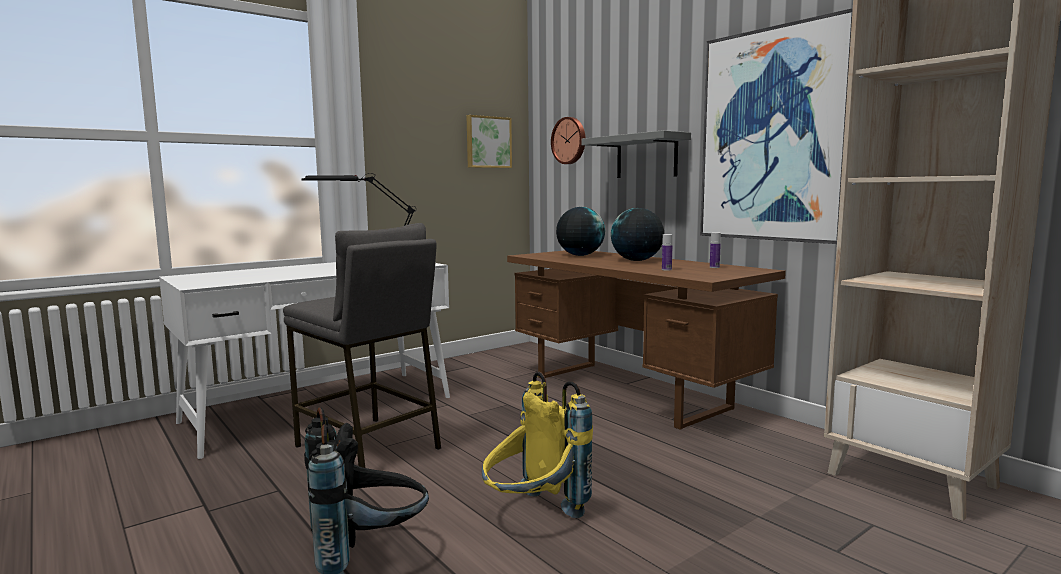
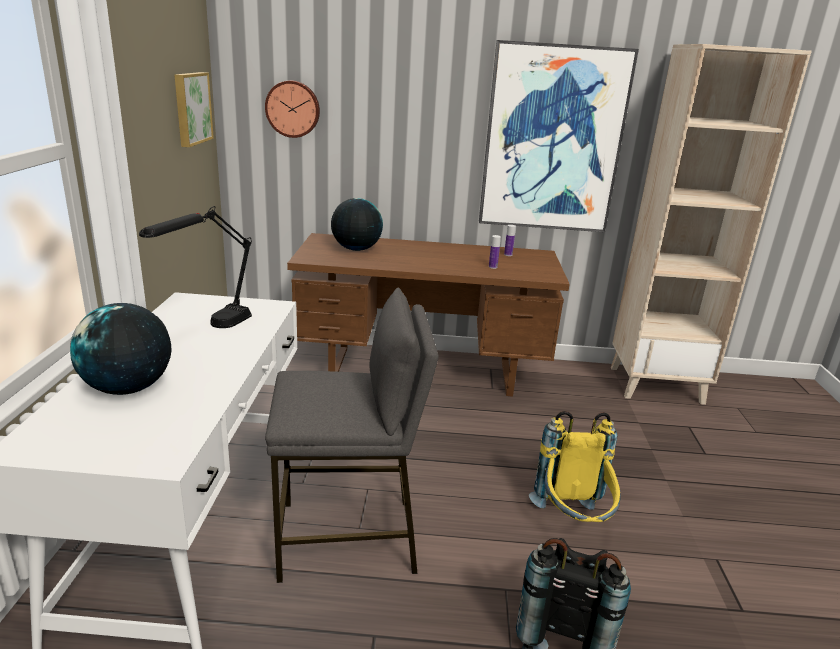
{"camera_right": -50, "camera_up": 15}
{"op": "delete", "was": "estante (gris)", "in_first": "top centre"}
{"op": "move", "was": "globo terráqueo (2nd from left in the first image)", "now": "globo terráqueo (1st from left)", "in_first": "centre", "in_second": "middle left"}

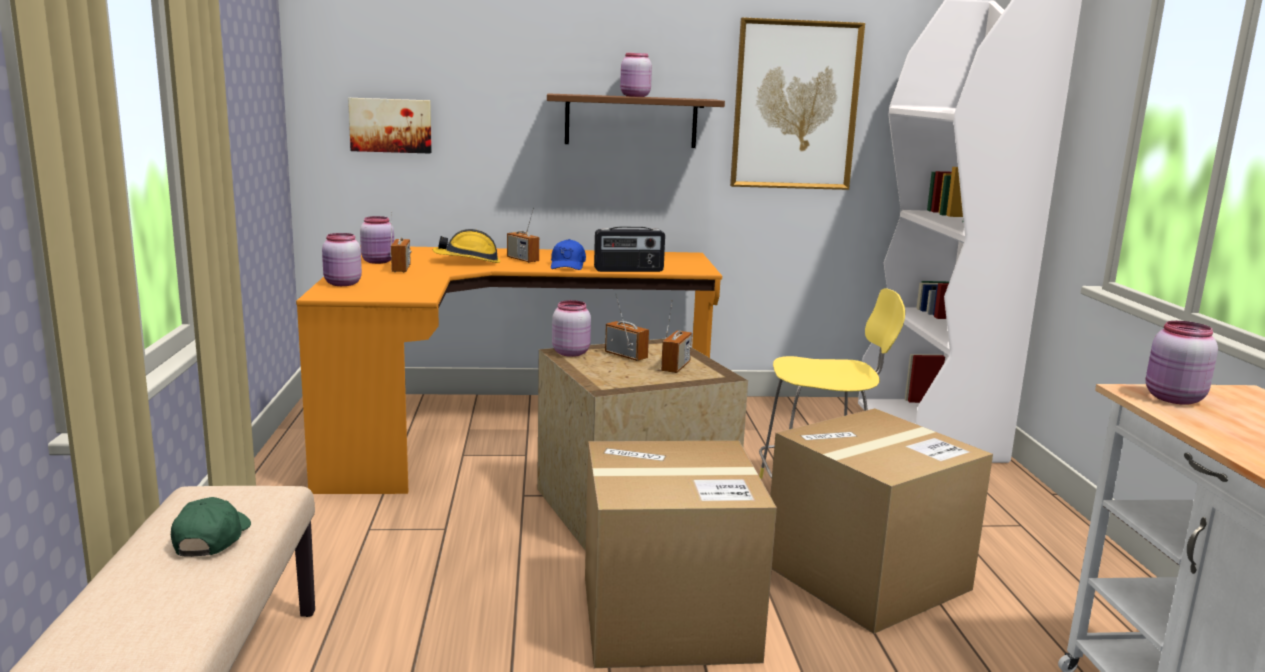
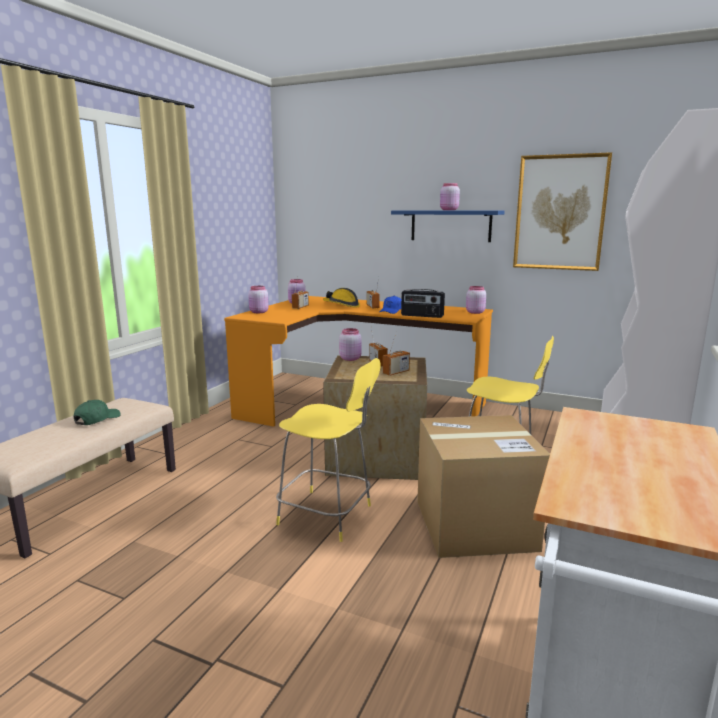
{"camera_right": 30, "camera_up": 0}
{"op": "delete", "was": "cuadro (1st from left)", "in_first": "top left"}
{"op": "recolor", "was": "estante (marrón)", "now": "estante (azul)", "in_first": "top centre", "in_second": "top centre"}
{"op": "replace", "was": "caja de cartón (1st from left)", "now": "taburete (amarillo) (1st from left)", "in_first": "bottom centre", "in_second": "centre"}
{"op": "move", "was": "tarro (rosa) (5th from left)", "in_first": "middle right", "in_second": "centre"}

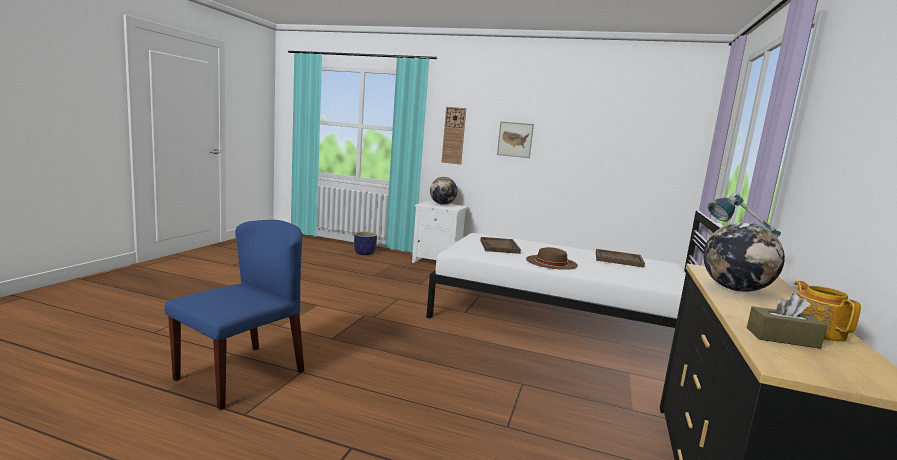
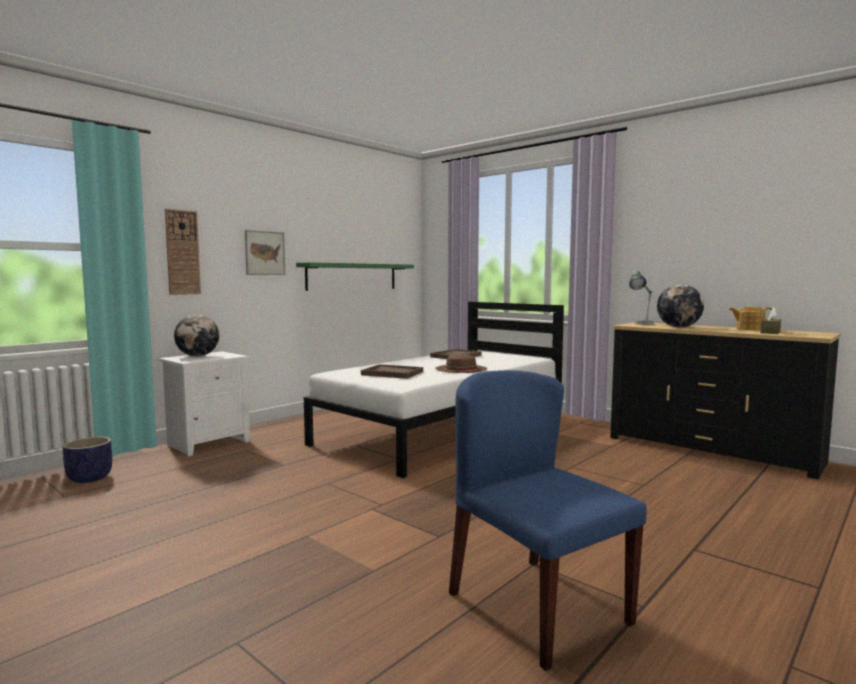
{"camera_right": -65, "camera_up": -5}
{"op": "insert", "now": "estante (verde)", "in_second": "centre"}

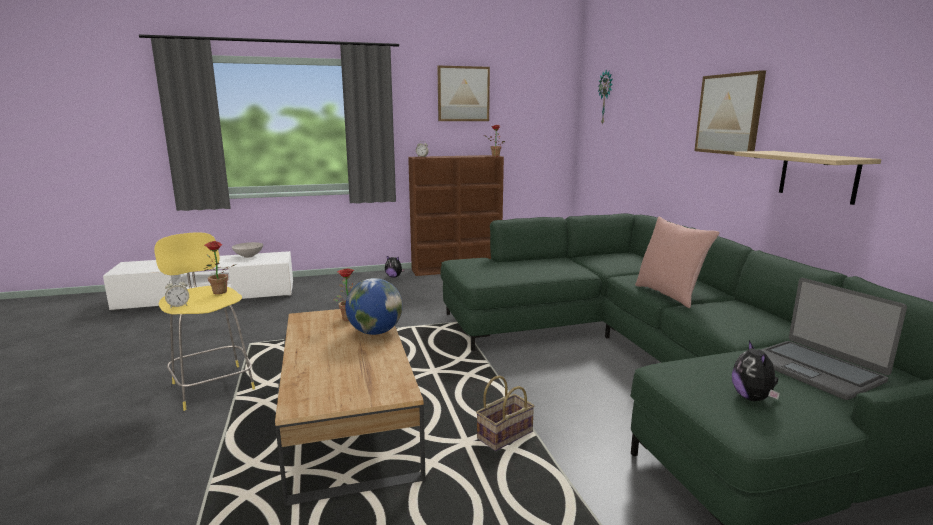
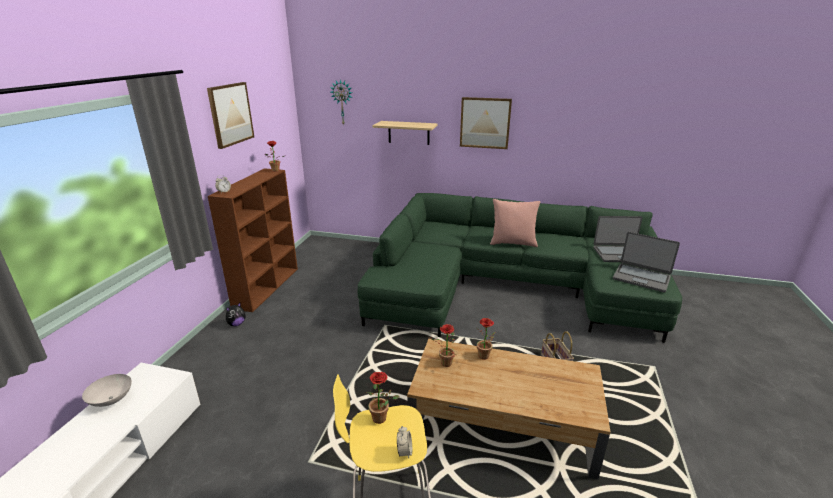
{"camera_right": -60, "camera_up": 10}
{"op": "replace", "was": "globo terráqueo", "now": "planta en maceta (4th from left)", "in_first": "centre", "in_second": "bottom centre"}
{"op": "replace", "was": "peluche (2nd from left)", "now": "portátil (2nd from left)", "in_first": "bottom right", "in_second": "middle right"}
{"op": "move", "was": "estante", "in_first": "middle right", "in_second": "top centre"}

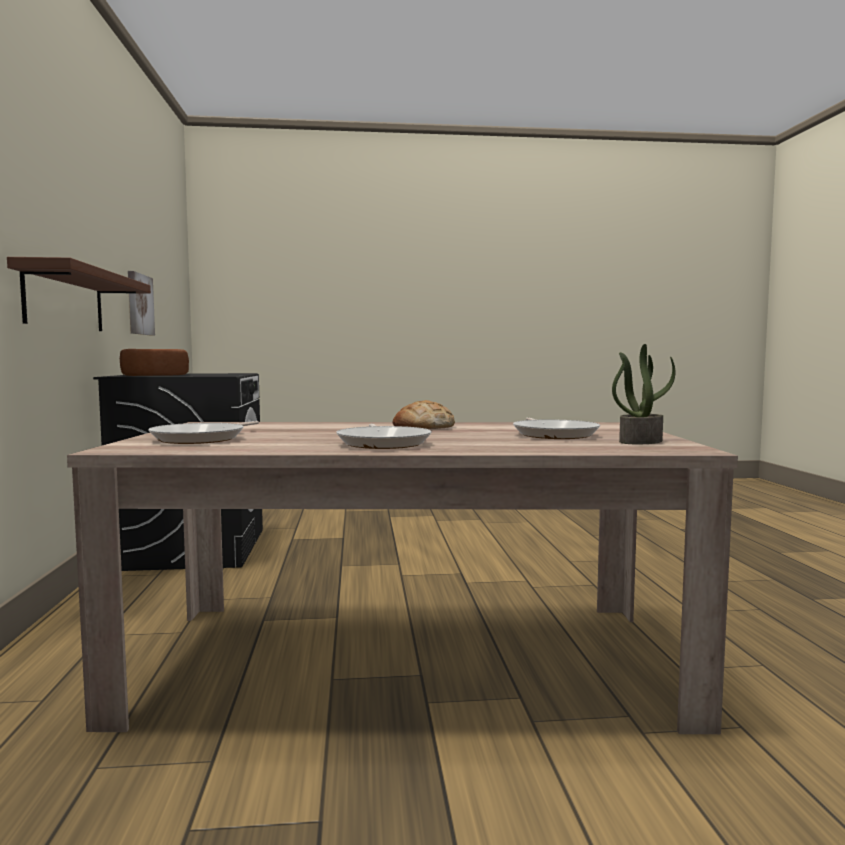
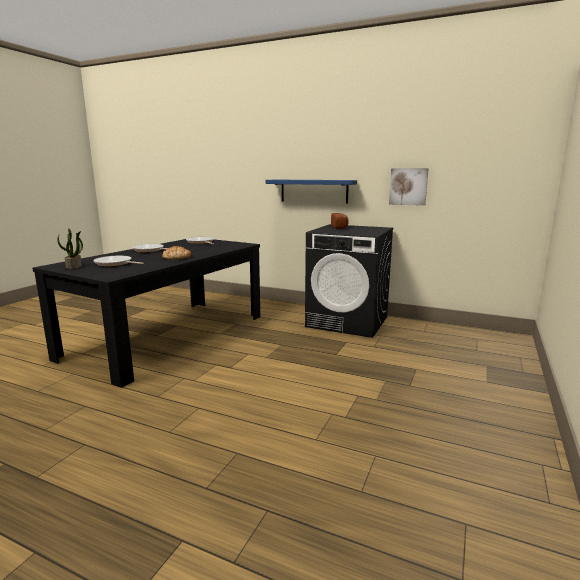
{"camera_right": 120, "camera_up": 10}
{"op": "recolor", "was": "estante (marrón)", "now": "estante (azul)", "in_first": "middle left", "in_second": "top centre"}
{"op": "recolor", "was": "mesa de comedor (beis)", "now": "mesa de comedor (negro)", "in_first": "bottom centre", "in_second": "middle left"}

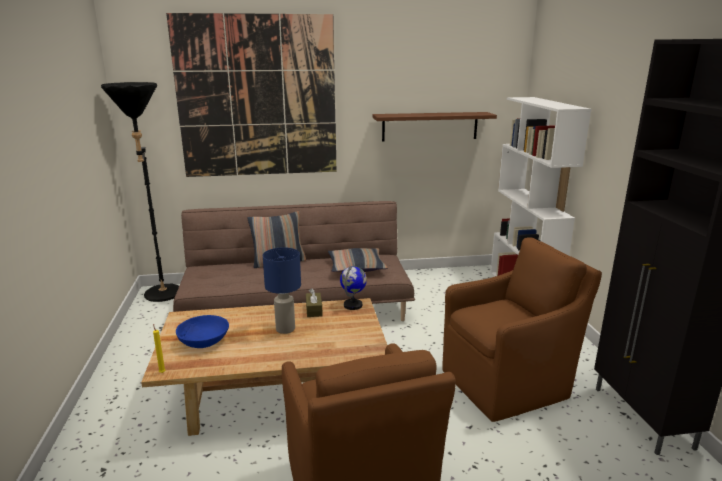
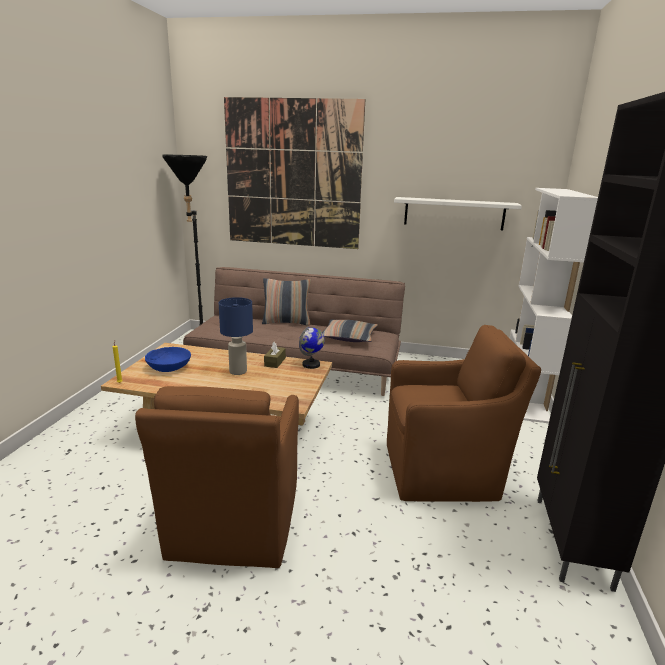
{"camera_right": 20, "camera_up": 0}
{"op": "recolor", "was": "estante (marrón)", "now": "estante (blanco)", "in_first": "top centre", "in_second": "top right"}

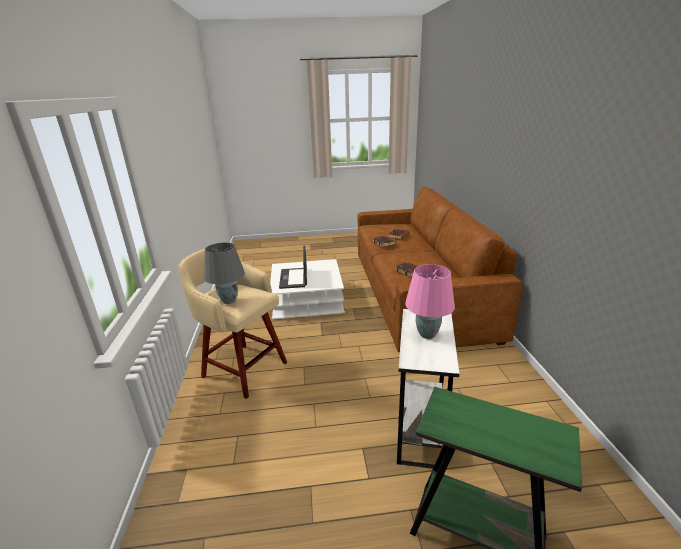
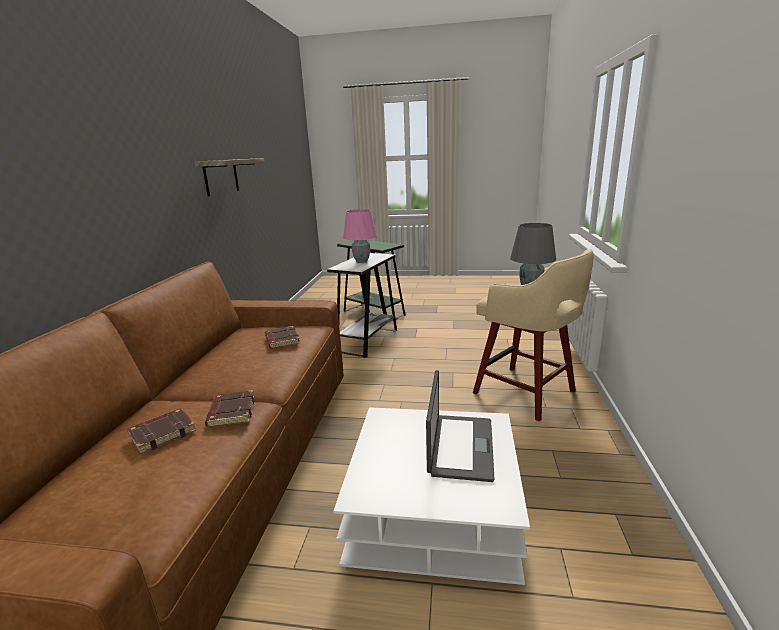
{"camera_right": -165, "camera_up": -5}
{"op": "insert", "now": "estante", "in_second": "top left"}

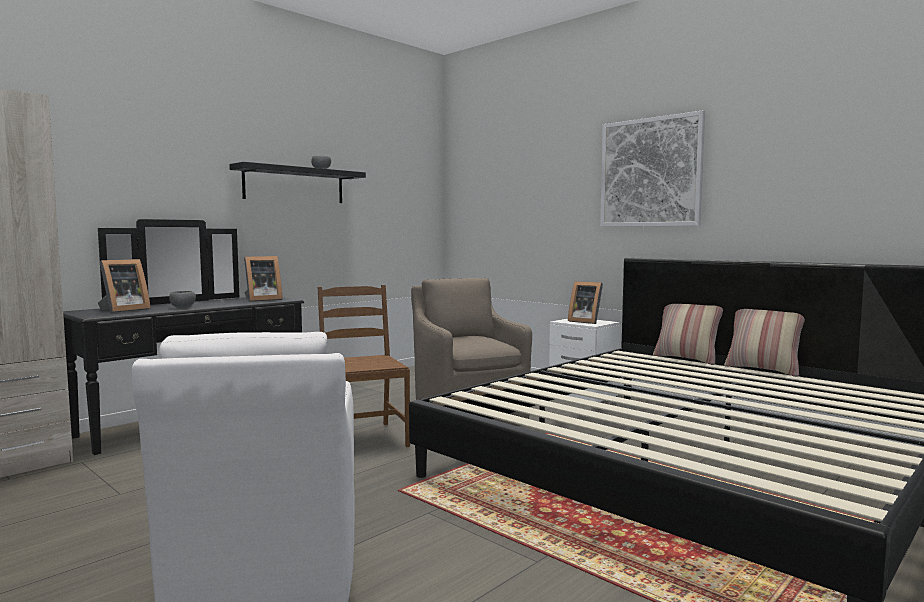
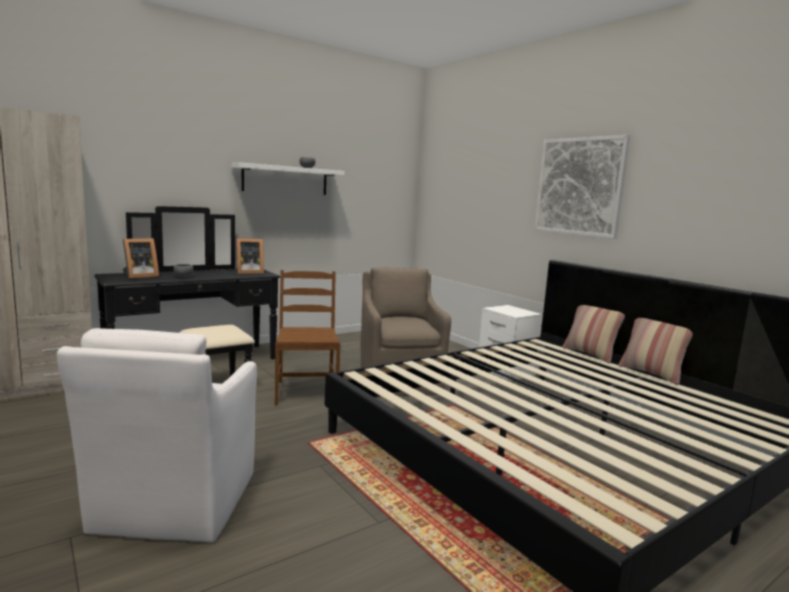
{"camera_right": 10, "camera_up": 5}
{"op": "recolor", "was": "estante (negro)", "now": "estante (blanco)", "in_first": "top left", "in_second": "top centre"}
{"op": "delete", "was": "portarretratos (3rd from left)", "in_first": "centre"}

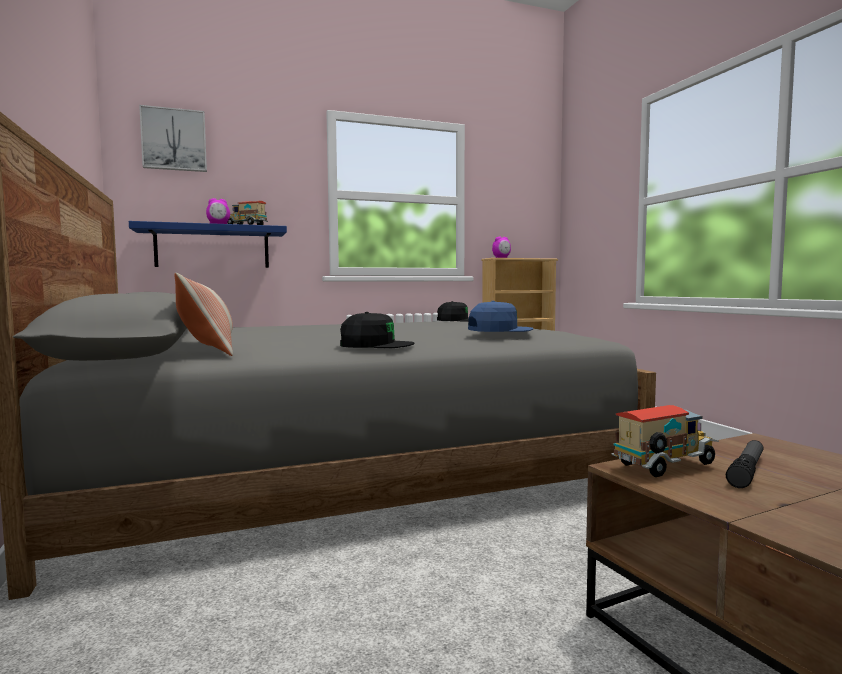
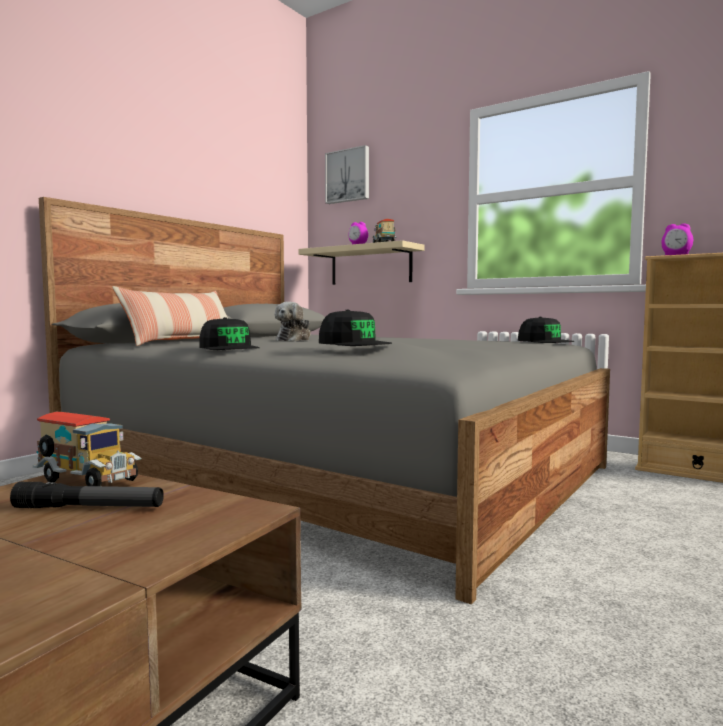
{"camera_right": 55, "camera_up": 0}
{"op": "recolor", "was": "estante (azul)", "now": "estante (beis)", "in_first": "middle left", "in_second": "centre"}
{"op": "recolor", "was": "gorra (azul)", "now": "gorra (negro) (2nd from left)", "in_first": "centre", "in_second": "centre"}
{"op": "insert", "now": "peluche", "in_second": "centre"}

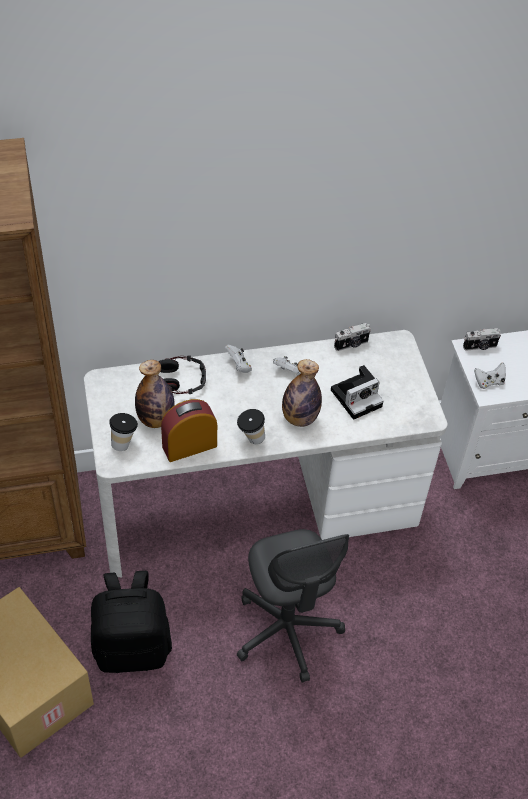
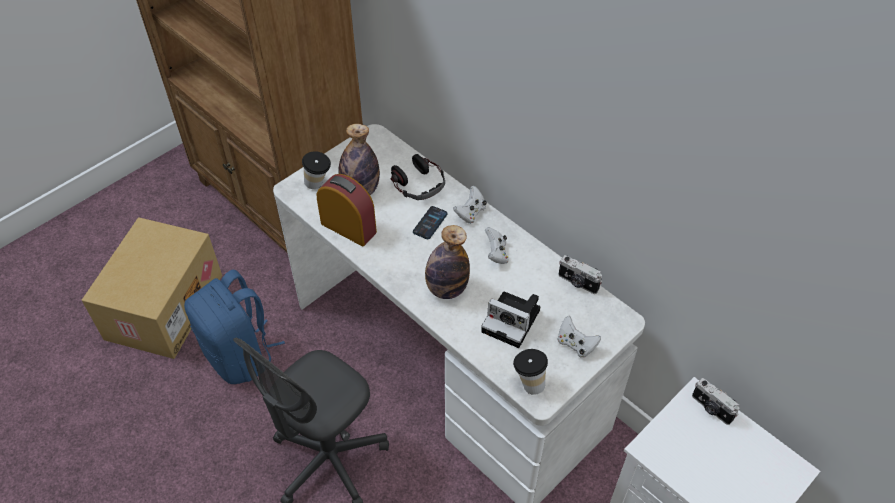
{"camera_right": 60, "camera_up": 0}
{"op": "recolor", "was": "mochila (negro)", "now": "mochila (azul)", "in_first": "bottom left", "in_second": "middle left"}
{"op": "move", "was": "taza (2nd from left)", "in_first": "centre", "in_second": "bottom centre"}
{"op": "move", "was": "mando de consola (blanco) (3rd from left)", "in_first": "middle right", "in_second": "bottom centre"}
{"op": "insert", "now": "móvil", "in_second": "centre"}

